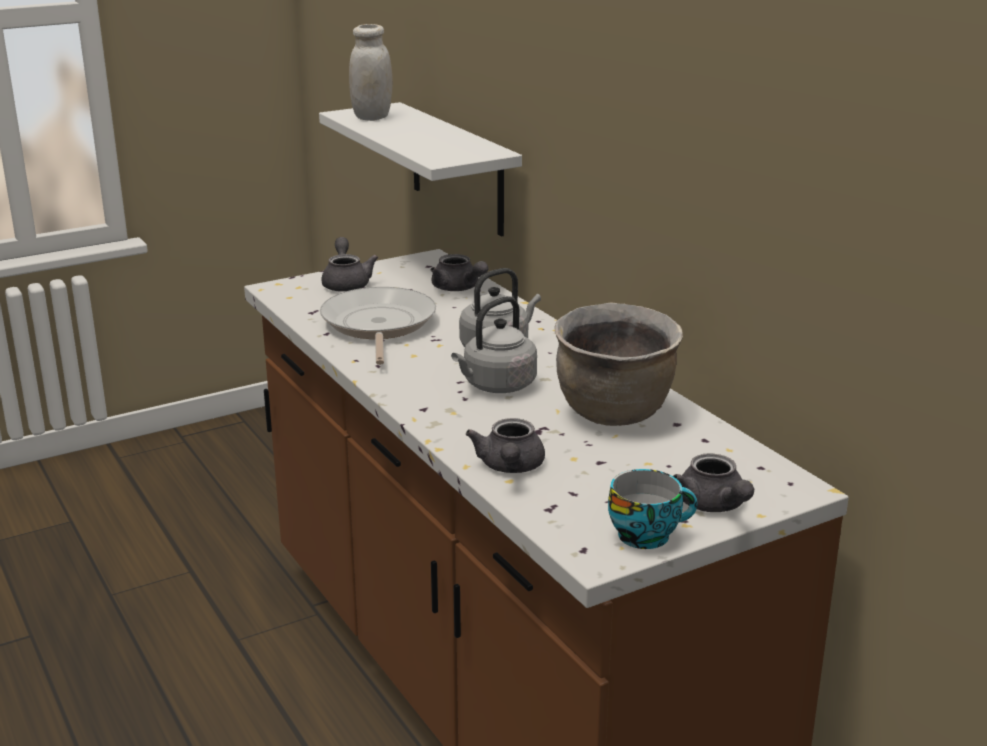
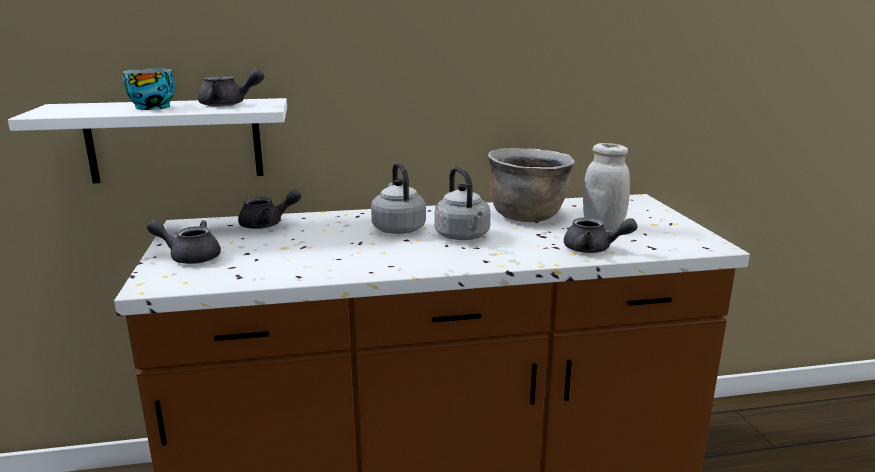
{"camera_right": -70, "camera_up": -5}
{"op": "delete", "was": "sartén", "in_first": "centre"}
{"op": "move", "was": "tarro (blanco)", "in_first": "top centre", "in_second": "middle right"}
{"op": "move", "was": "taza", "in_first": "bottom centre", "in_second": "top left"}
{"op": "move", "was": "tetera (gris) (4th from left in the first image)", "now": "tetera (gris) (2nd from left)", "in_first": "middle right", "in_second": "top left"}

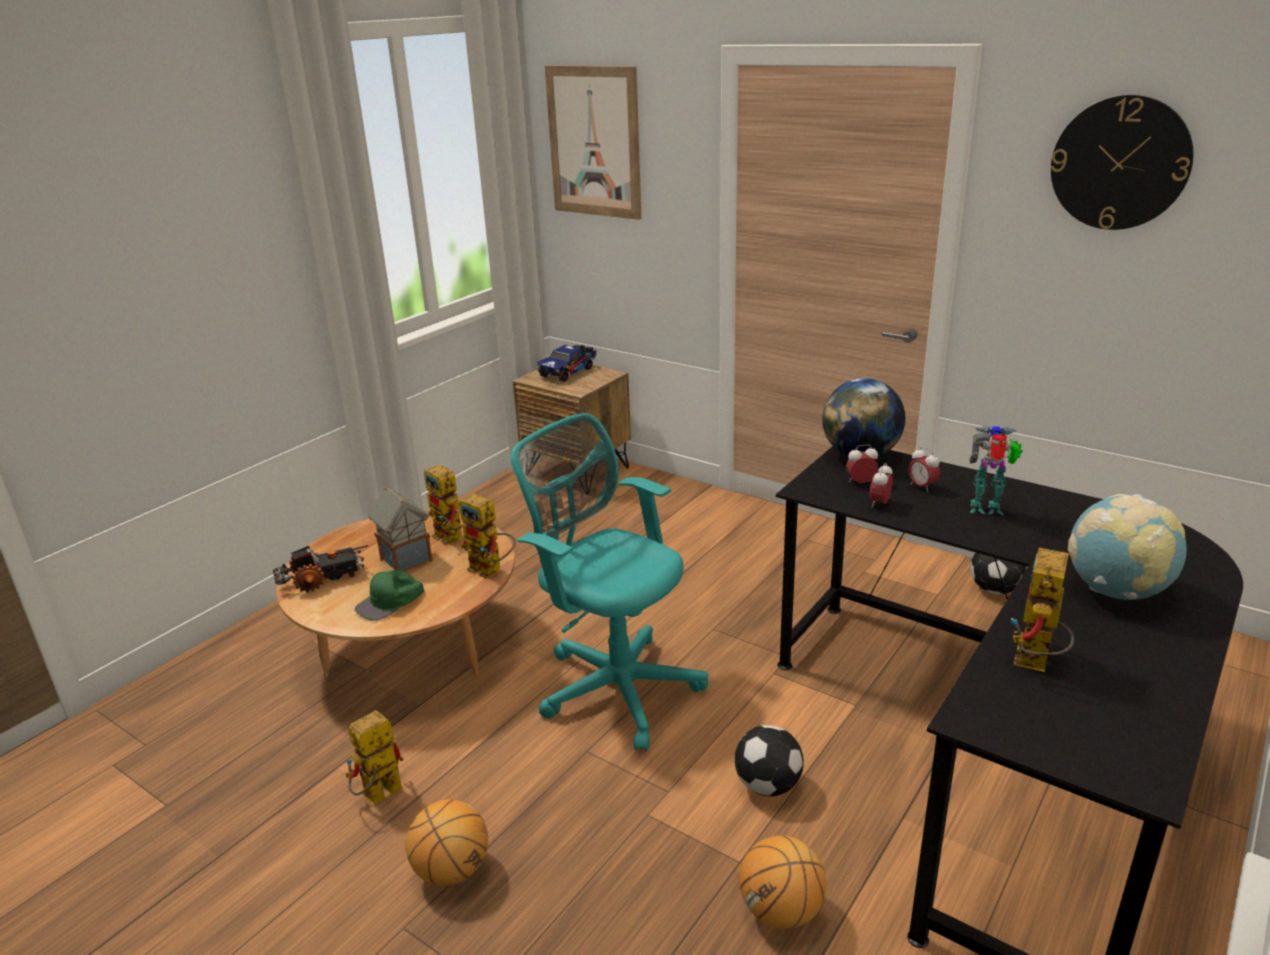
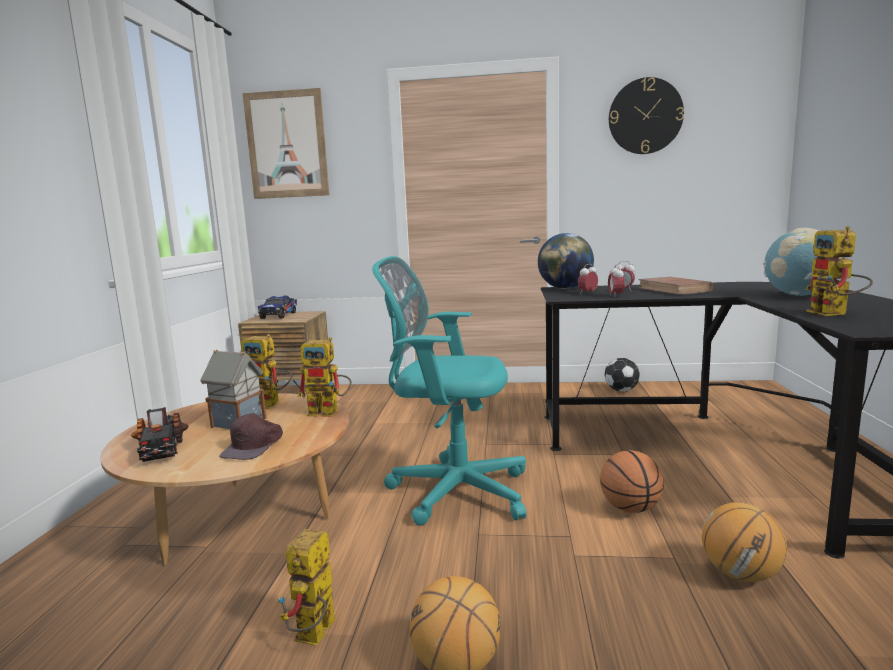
{"camera_right": -30, "camera_up": -15}
{"op": "rotate", "was": "camión de juguete (1st from left)", "in_first": "middle left", "in_second": "middle left", "clockwise": 120}
{"op": "recolor", "was": "gorra (verde)", "now": "gorra (marrón)", "in_first": "middle left", "in_second": "middle left"}
{"op": "replace", "was": "balón de fútbol (1st from left)", "now": "balón de baloncesto (2nd from left)", "in_first": "bottom centre", "in_second": "bottom right"}
{"op": "replace", "was": "robot de juguete (4th from left)", "now": "libro (marrón)", "in_first": "middle right", "in_second": "middle right"}

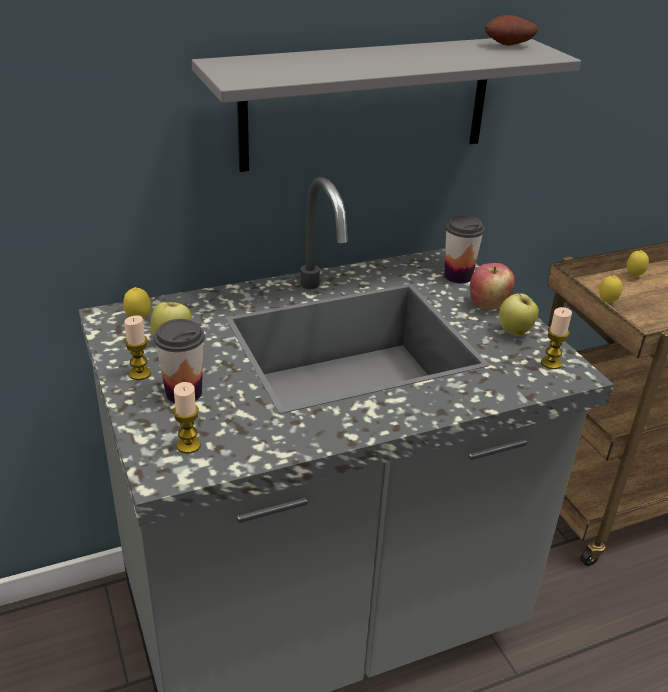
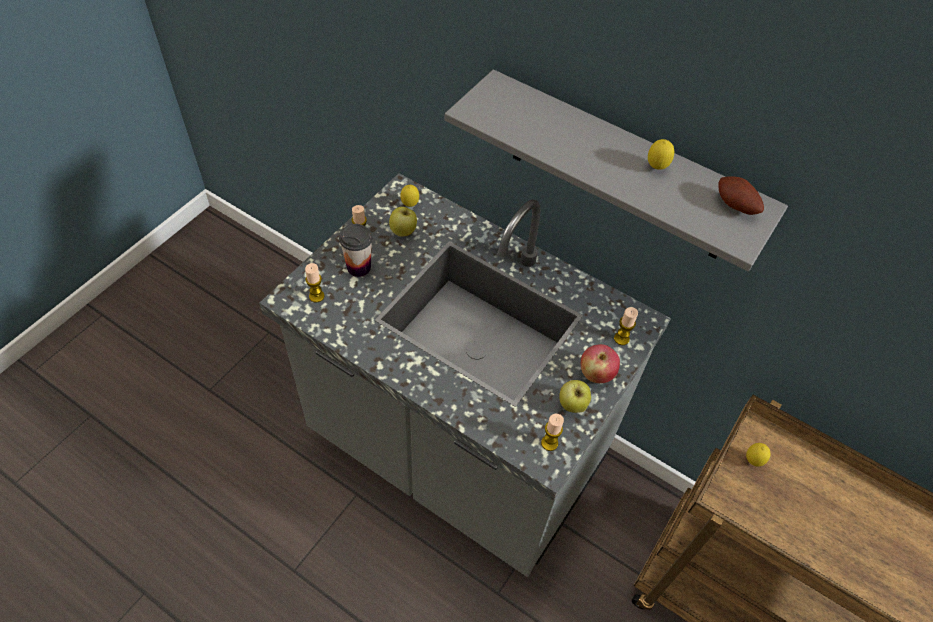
{"camera_right": 55, "camera_up": 20}
{"op": "replace", "was": "taza (2nd from left)", "now": "vela (4th from left)", "in_first": "middle right", "in_second": "middle right"}
{"op": "move", "was": "limón (3rd from left in the first image)", "now": "limón (2nd from left)", "in_first": "middle right", "in_second": "top right"}

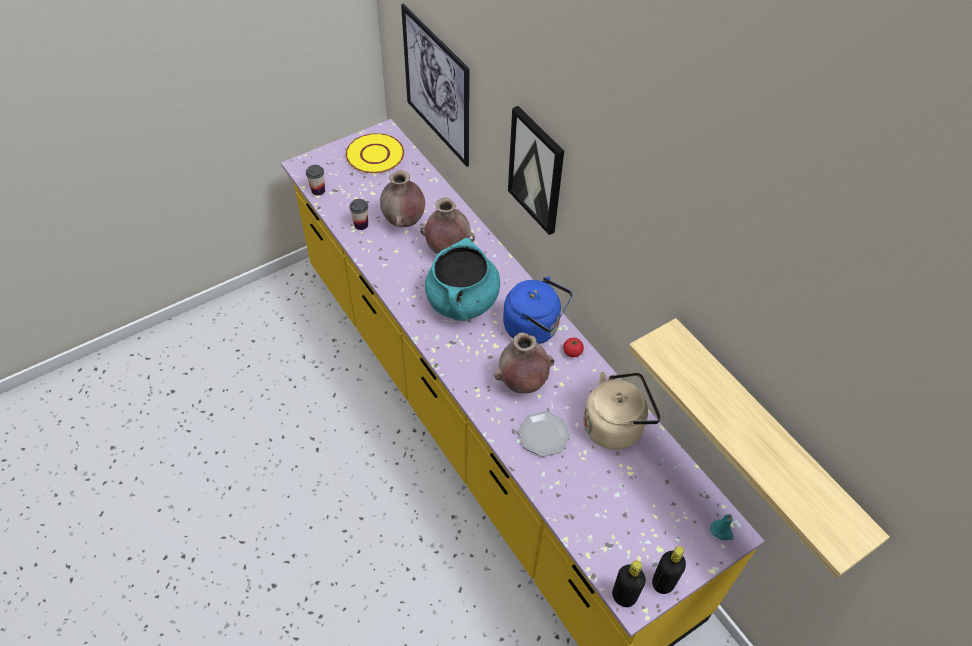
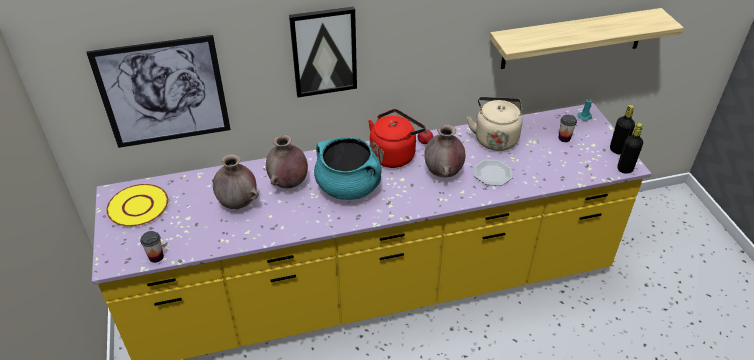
{"camera_right": -70, "camera_up": -10}
{"op": "move", "was": "taza (2nd from left)", "in_first": "top centre", "in_second": "middle right"}
{"op": "recolor", "was": "hervidor (azul)", "now": "hervidor (rojo)", "in_first": "centre", "in_second": "centre"}

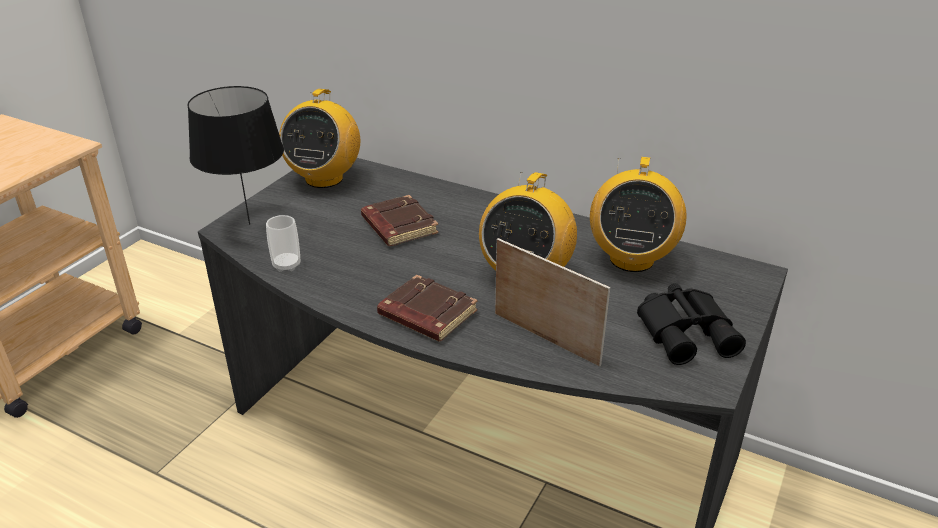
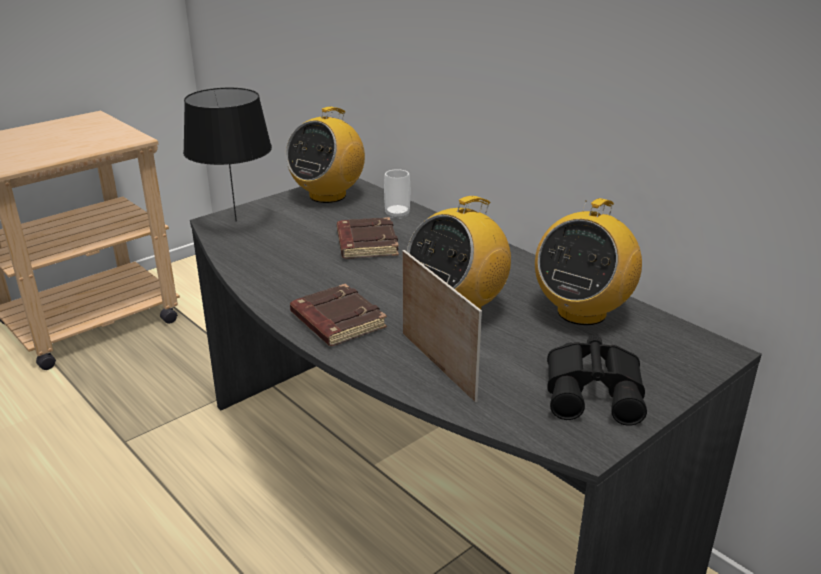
{"camera_right": 20, "camera_up": -5}
{"op": "move", "was": "taza", "in_first": "middle left", "in_second": "centre"}

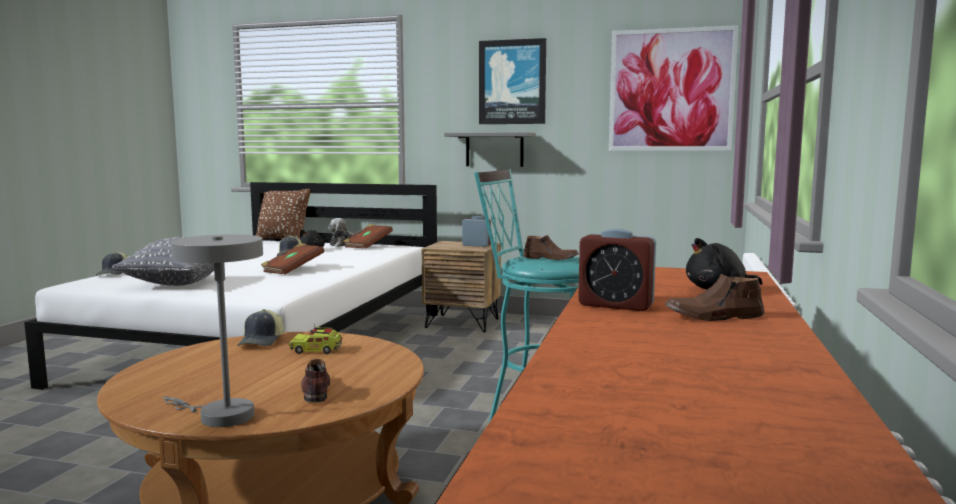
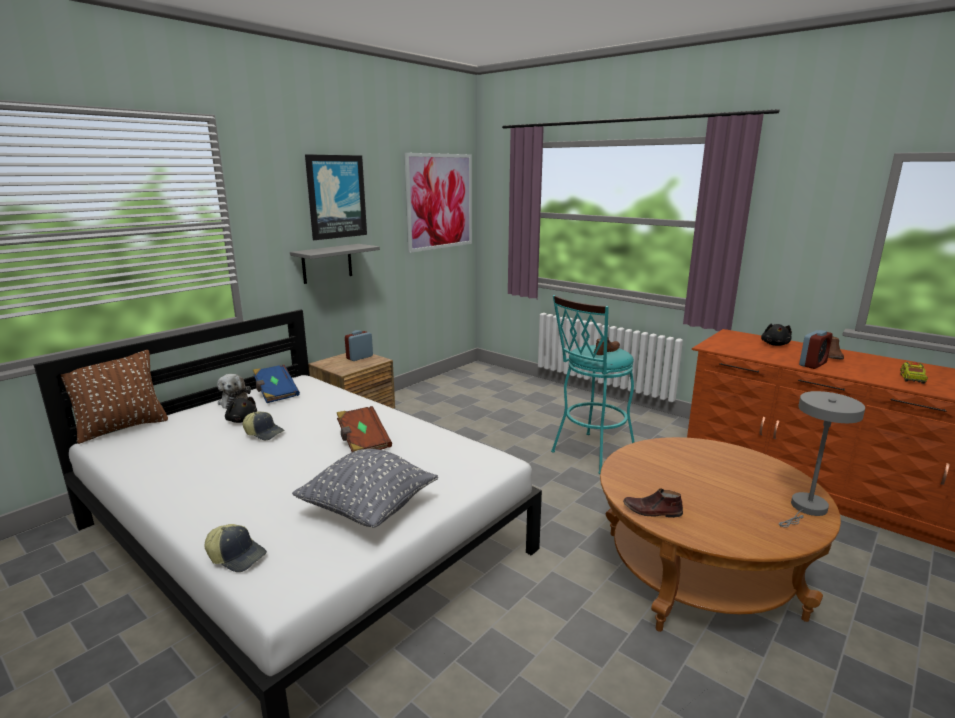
{"camera_right": -65, "camera_up": 10}
{"op": "delete", "was": "gorra (2nd from left)", "in_first": "middle left"}
{"op": "move", "was": "camión de juguete", "in_first": "bottom left", "in_second": "middle right"}
{"op": "move", "was": "zapato (marrón) (1st from left in the first image)", "now": "zapato (marrón) (2nd from left)", "in_first": "bottom left", "in_second": "bottom right"}
{"op": "recolor", "was": "libro (marrón) (2nd from left)", "now": "libro (azul)", "in_first": "centre", "in_second": "middle left"}

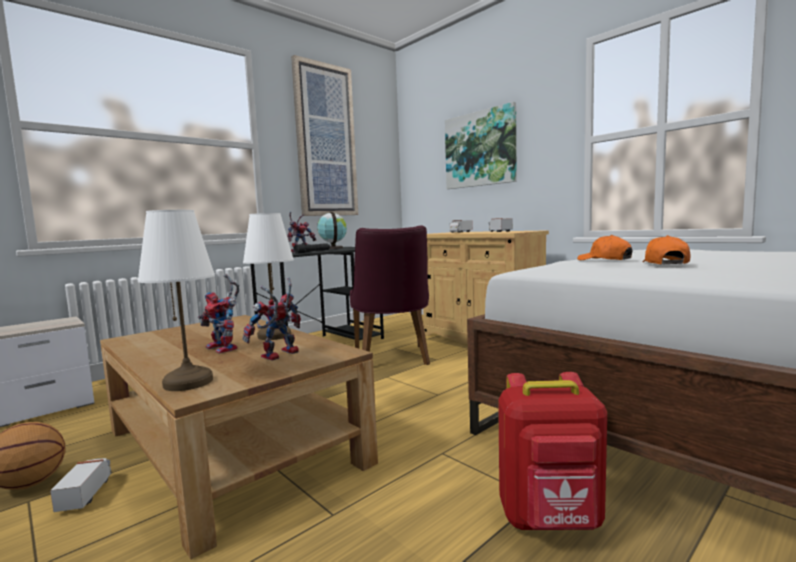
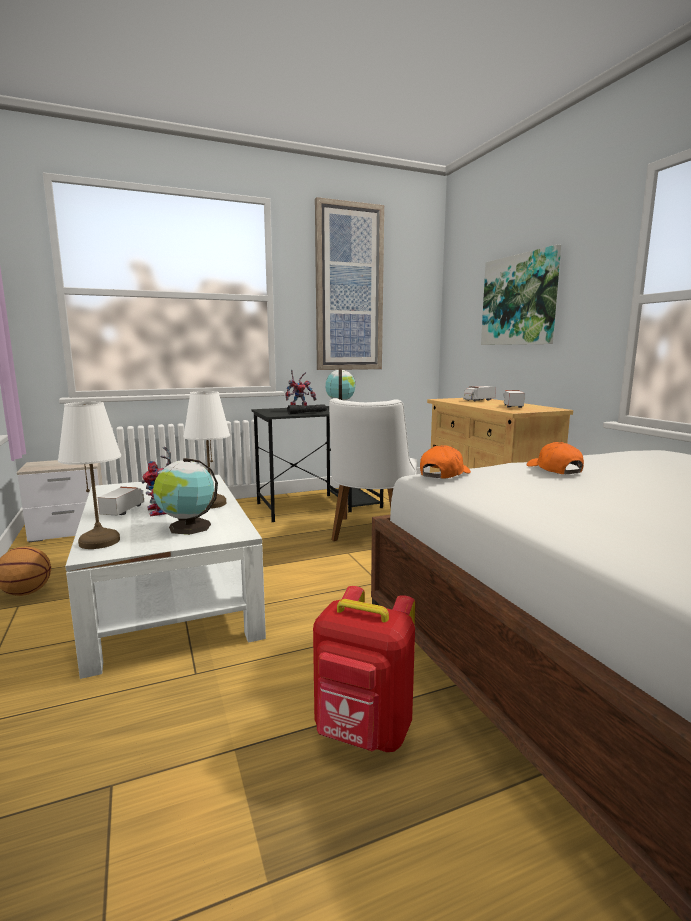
{"camera_right": 20, "camera_up": 5}
{"op": "move", "was": "camión de juguete (1st from left)", "in_first": "bottom left", "in_second": "middle left"}
{"op": "recolor", "was": "mesa de centro (marrón)", "now": "mesa de centro (blanco)", "in_first": "bottom left", "in_second": "middle left"}
{"op": "replace", "was": "robot de juguete (2nd from left)", "now": "globo terráqueo (1st from left)", "in_first": "centre", "in_second": "middle left"}
{"op": "recolor", "was": "silla (morado)", "now": "silla (blanco)", "in_first": "centre", "in_second": "centre"}
{"op": "move", "was": "gorra (naranja) (2nd from left in the first image)", "now": "gorra (naranja) (1st from left)", "in_first": "middle right", "in_second": "centre"}

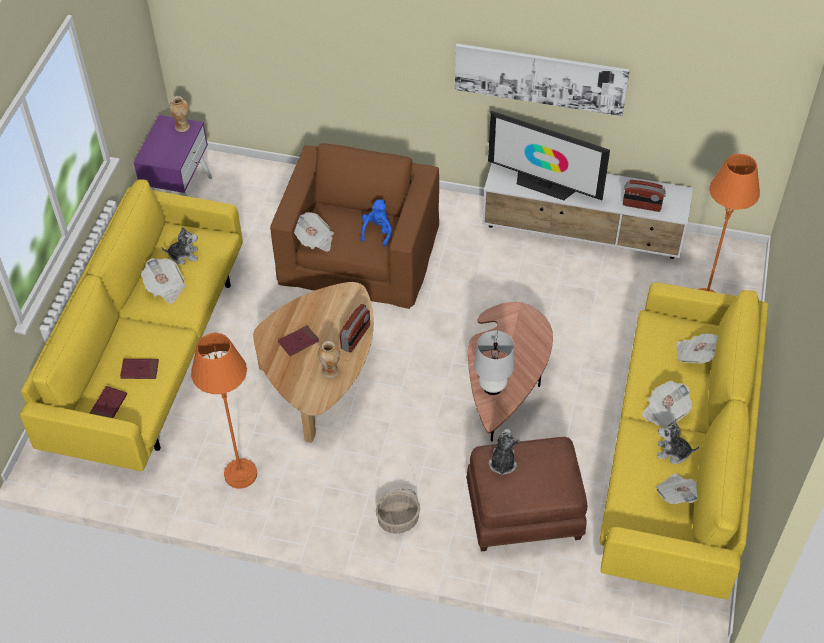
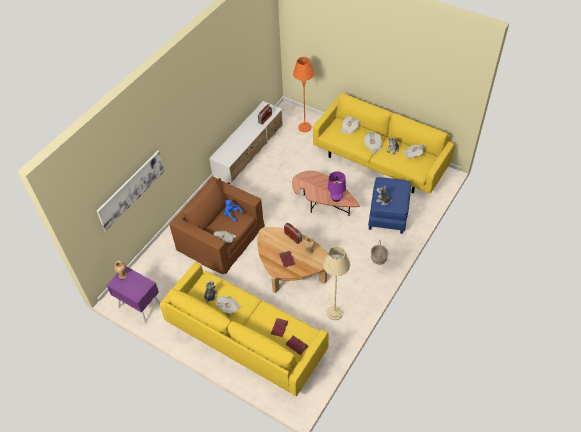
{"camera_right": -70, "camera_up": 0}
{"op": "recolor", "was": "lámpara de pie (naranja) (1st from left)", "now": "lámpara de pie (beis)", "in_first": "middle left", "in_second": "centre"}
{"op": "move", "was": "cuadro", "in_first": "top centre", "in_second": "middle left"}
{"op": "recolor", "was": "puf (marrón)", "now": "puf (azul)", "in_first": "bottom centre", "in_second": "middle right"}
{"op": "recolor", "was": "lámpara de mesa (blanco)", "now": "lámpara de mesa (morado)", "in_first": "centre", "in_second": "centre"}
{"op": "delete", "was": "televisor", "in_first": "top centre"}

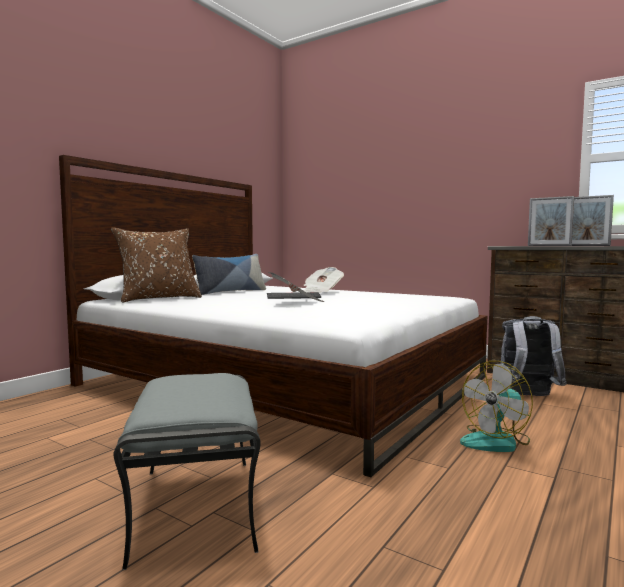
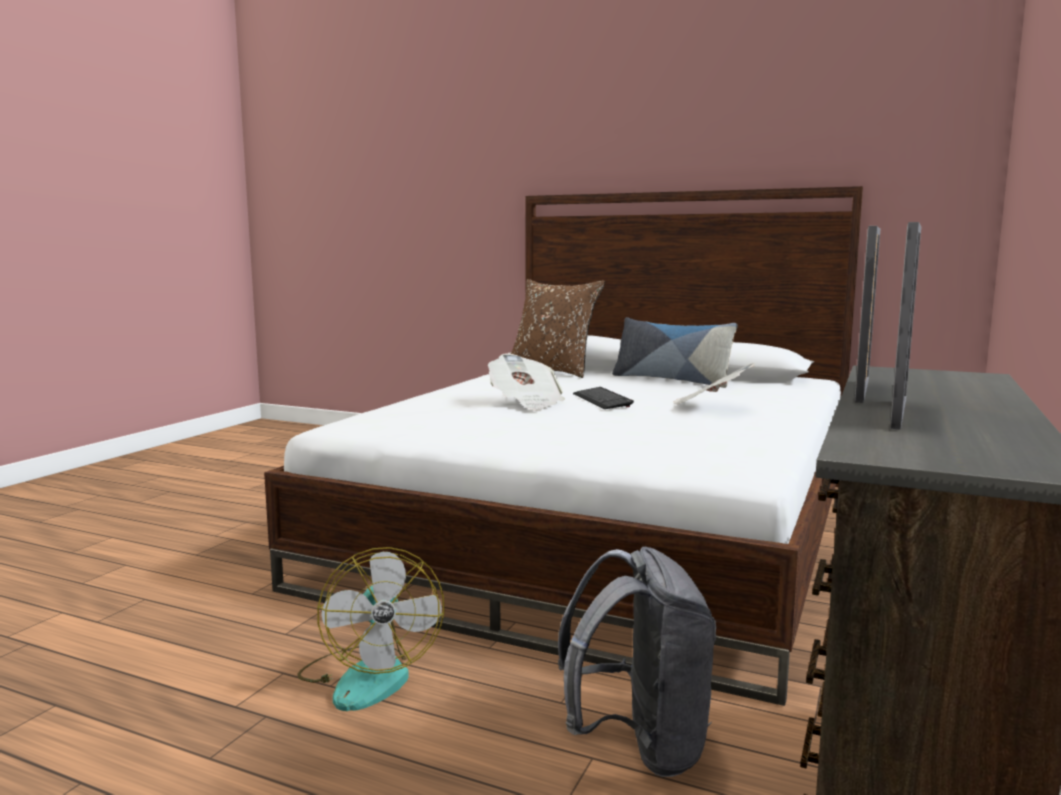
{"camera_right": 80, "camera_up": 5}
{"op": "delete", "was": "puf (gris)", "in_first": "bottom left"}
{"op": "rotate", "was": "ventilador", "in_first": "bottom right", "in_second": "bottom centre", "clockwise": -150}

